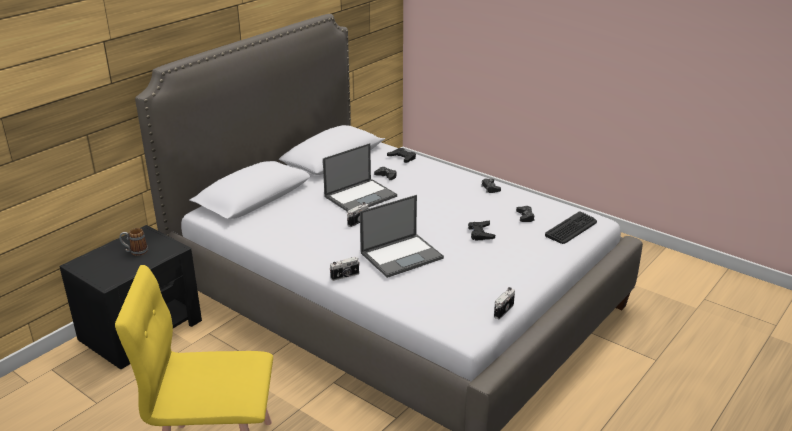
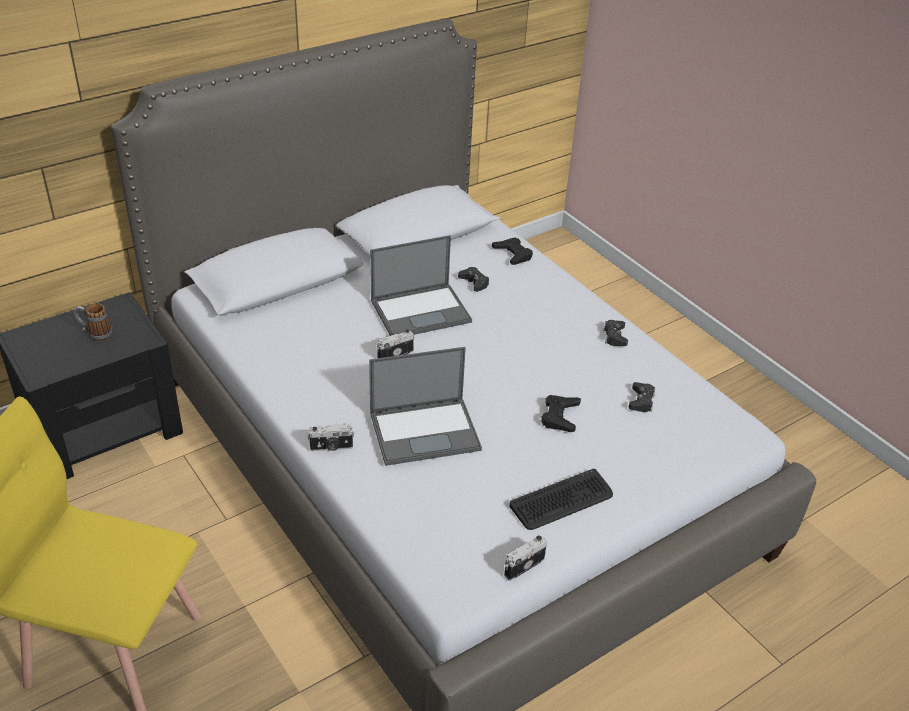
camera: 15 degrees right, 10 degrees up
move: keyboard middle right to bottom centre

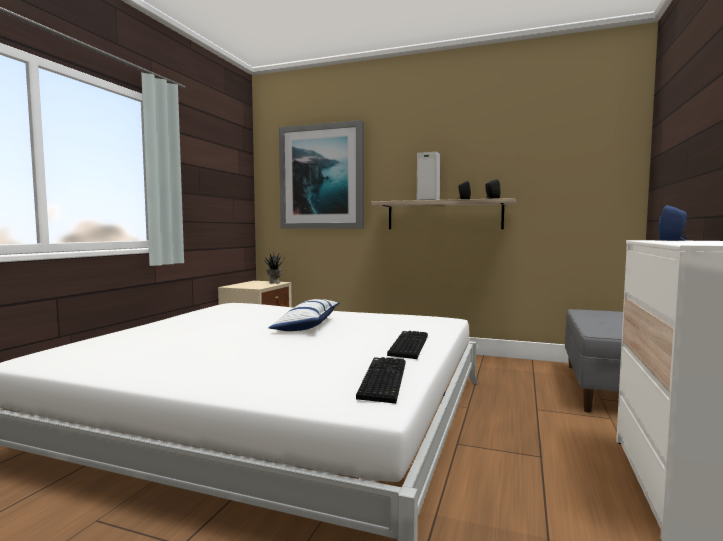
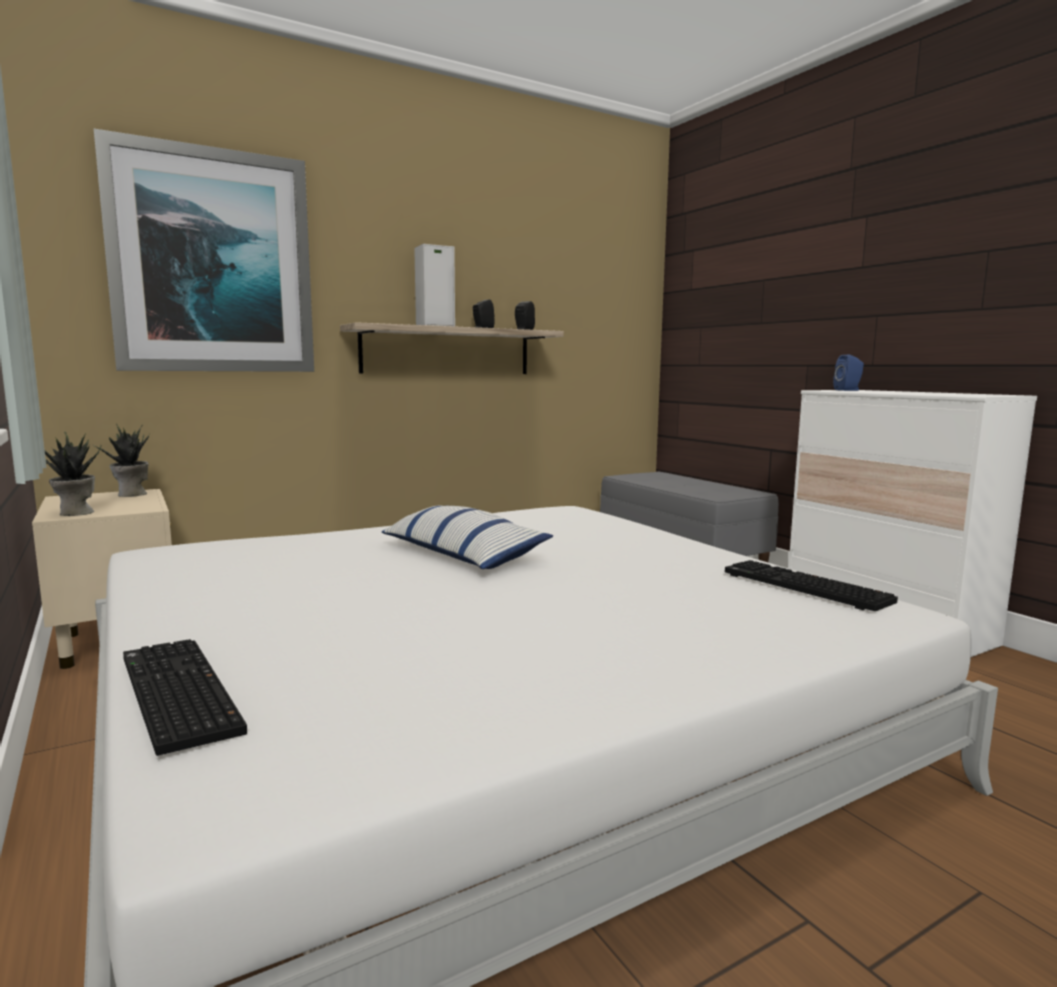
camera: 50 degrees left, 5 degrees up
insert: potted plant (1st from left) middle left
move: keyboard (2nd from left in the first image) centre to keyboard (1st from left) bottom left

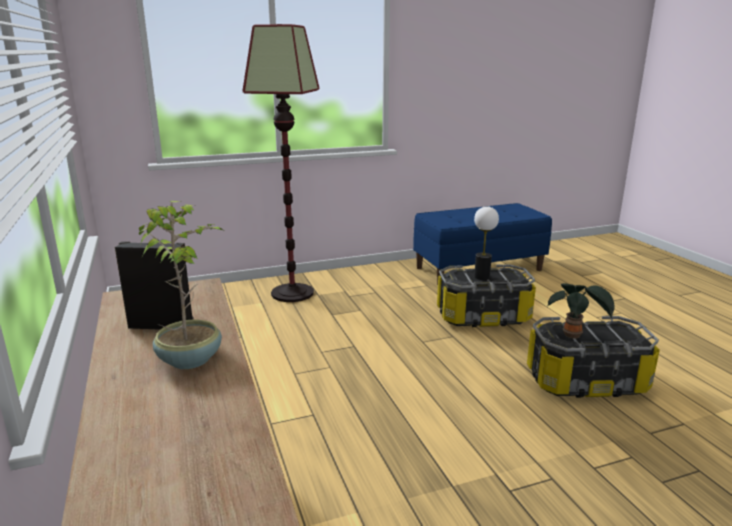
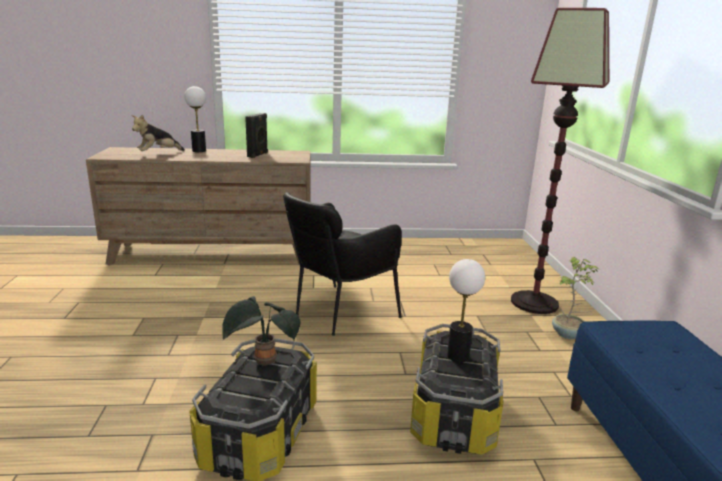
camera: 105 degrees right, 0 degrees up
insert: plush toy top left; table lamp (1st from left) top left; black armchair centre
move: potted plant (1st from left in the first image) middle left to potted plant (2nd from left) middle right

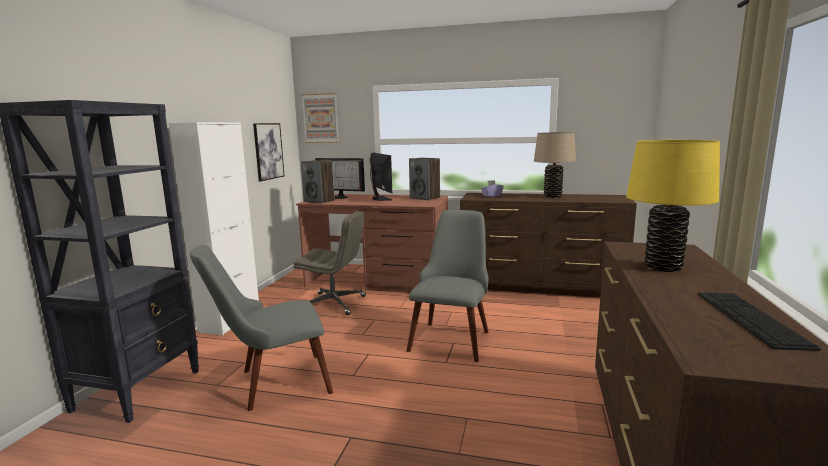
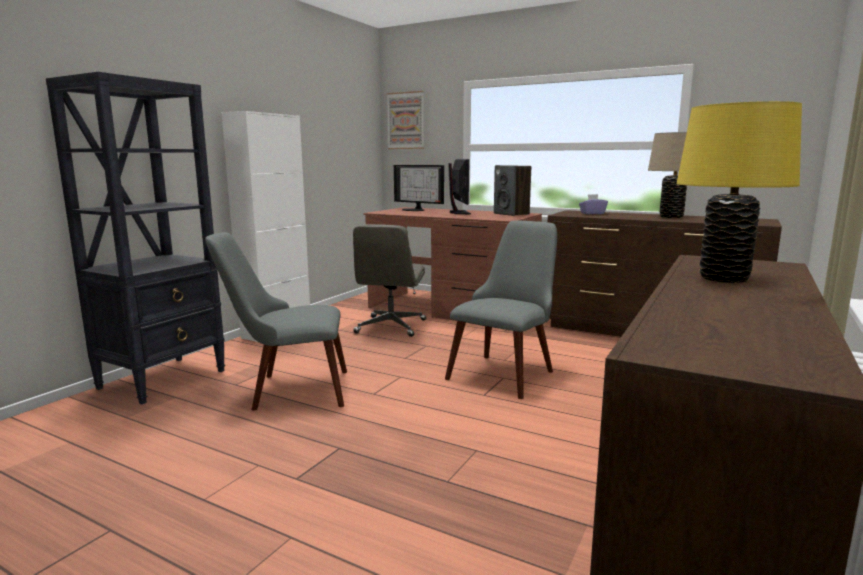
camera: 15 degrees right, 0 degrees up
delete: picture (1st from left) top left; speaker (1st from left) centre; keyboard bottom right
rotate: grey office chair centre = centre 75 degrees clockwise

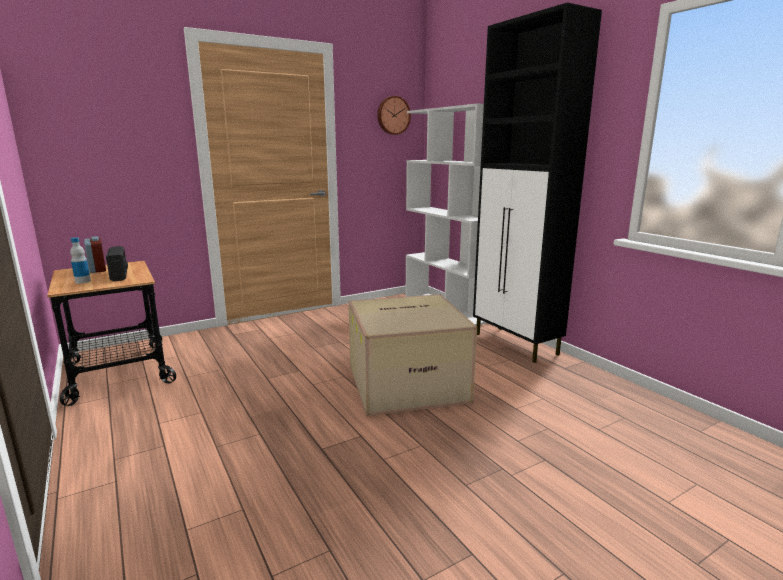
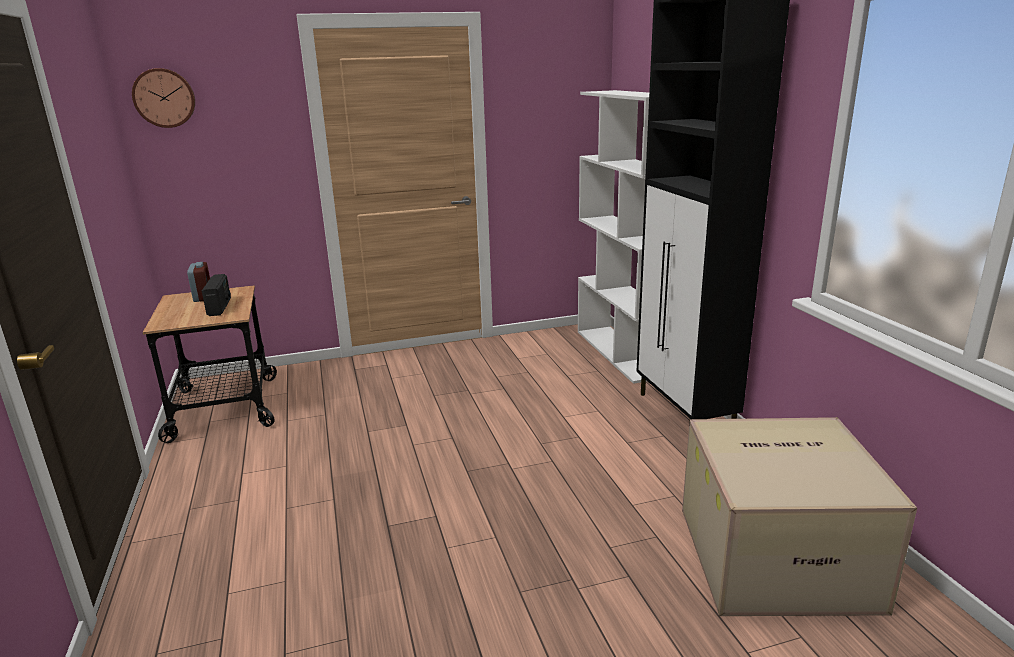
camera: 15 degrees right, 5 degrees up
delete: bottle middle left
move: cardboard box centre to bottom right; wall clock top centre to top left

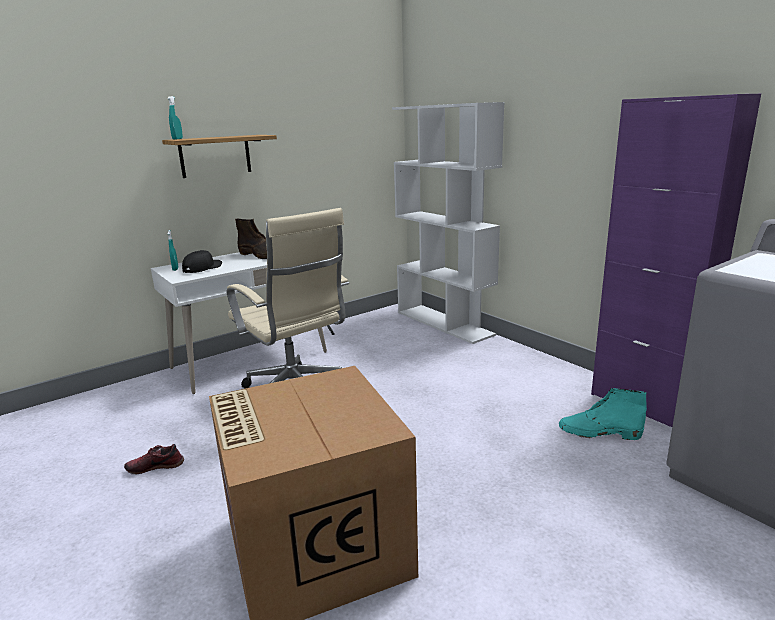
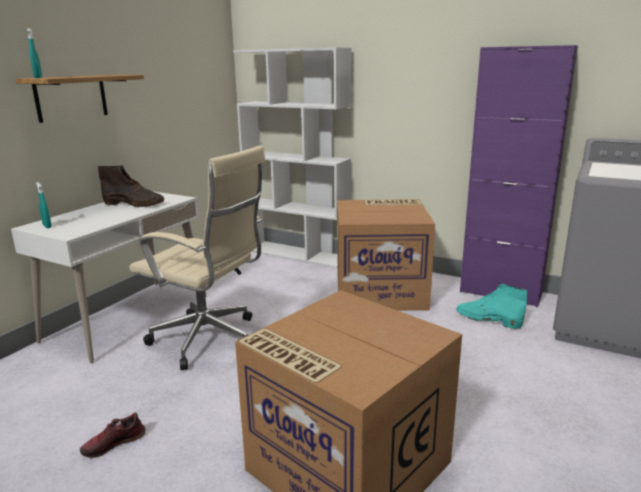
camera: 25 degrees left, 0 degrees up
delete: black cap middle left
insert: cardboard box (2nd from left) centre
rotate: turquoise boot bottom right = middle right 45 degrees clockwise

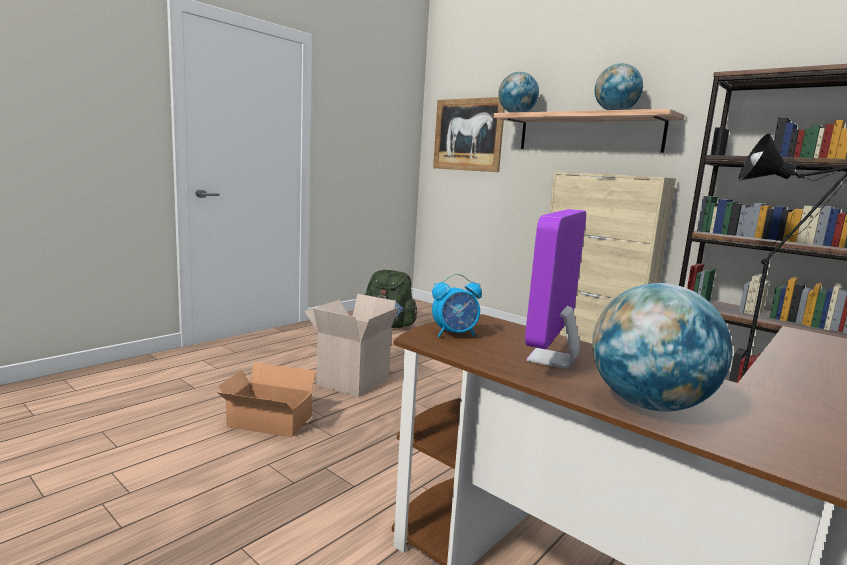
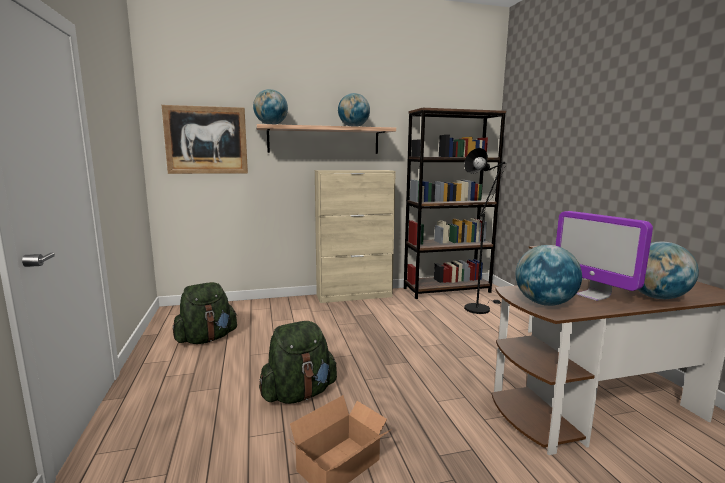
camera: 55 degrees left, 0 degrees up
replace: cardboard box (2nd from left) centre to green backpack (2nd from left) bottom centre; alarm clock centre to globe (3rd from left) middle right

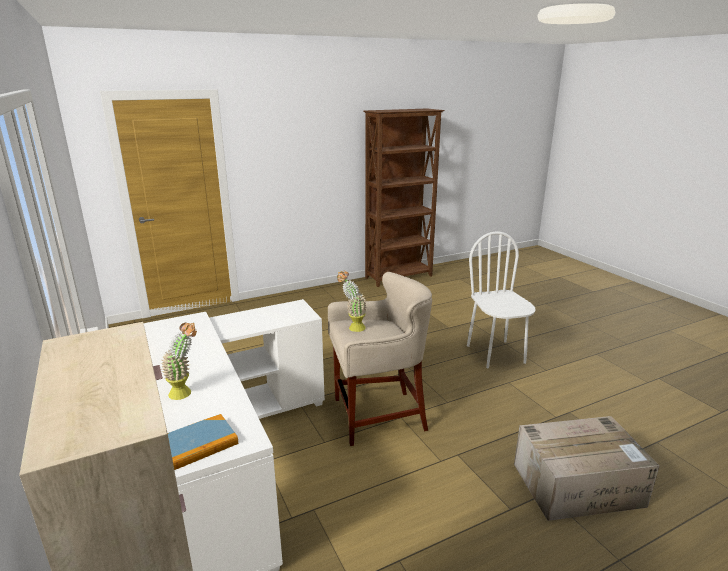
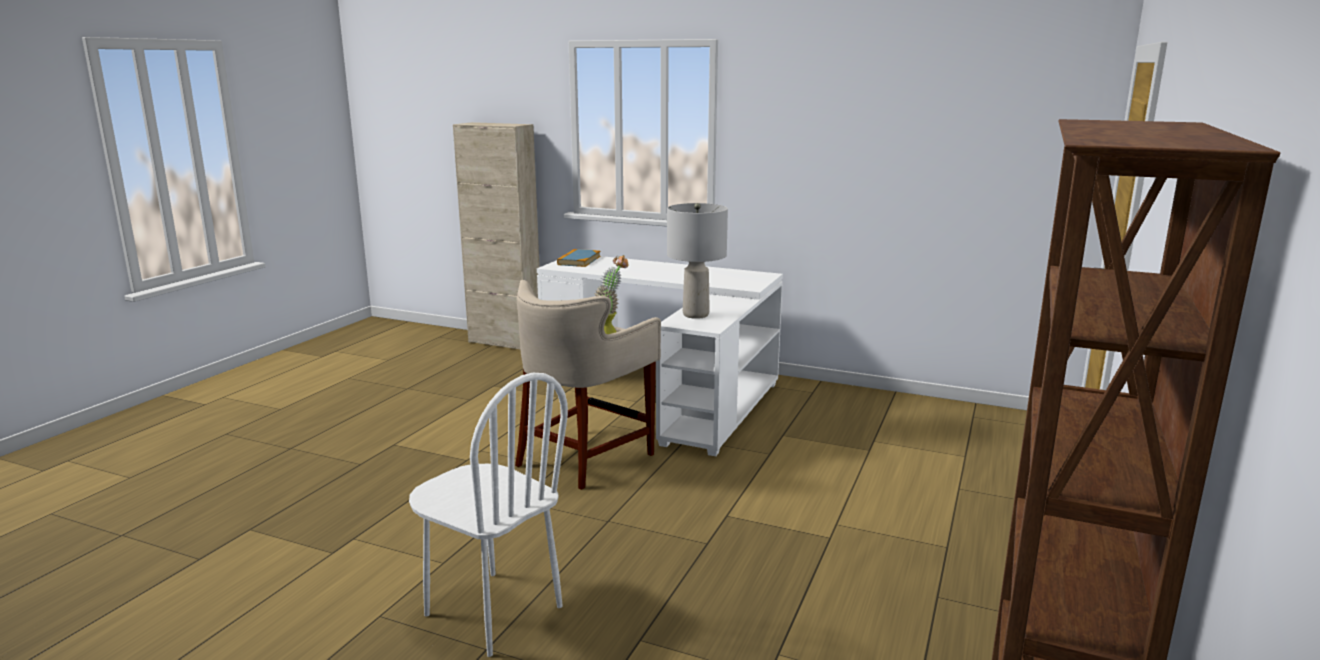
camera: 140 degrees right, 5 degrees down
delete: potted plant (1st from left) middle left; cardboard box bottom right
insert: grey table lamp centre

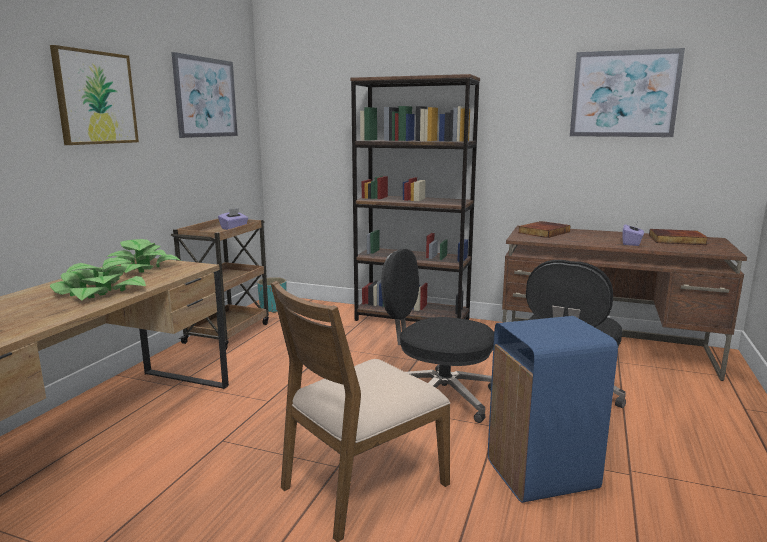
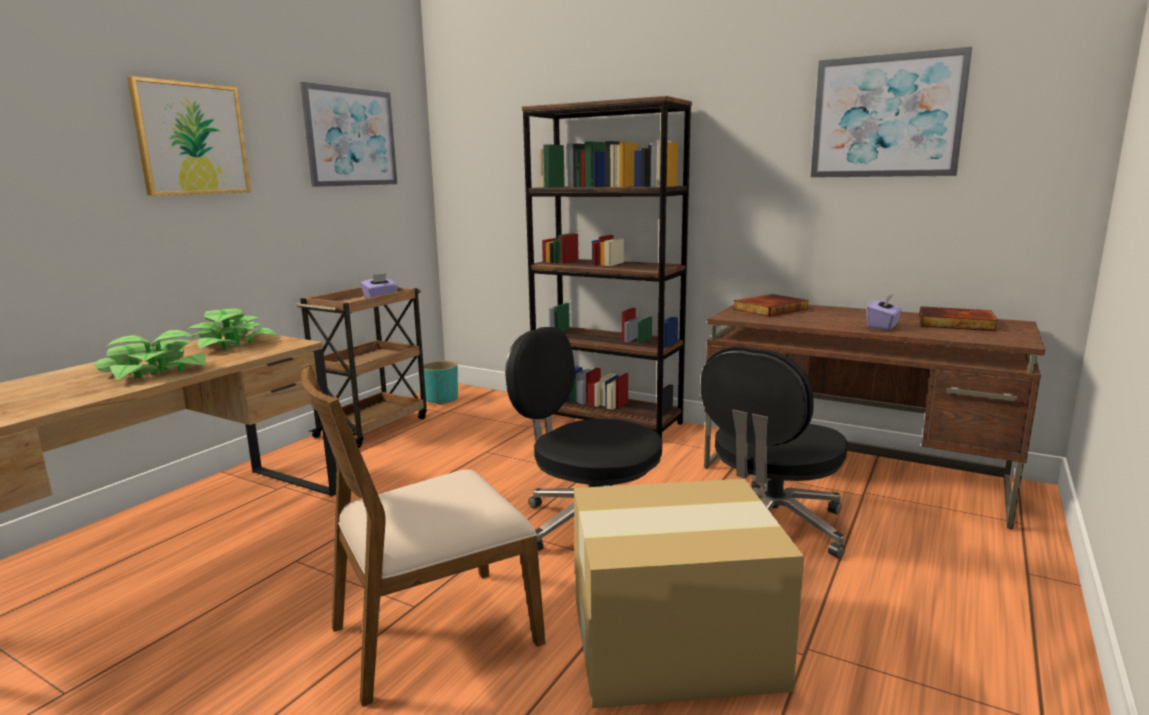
camera: 10 degrees right, 0 degrees up
replace: blue trash can bottom right to cardboard box bottom centre

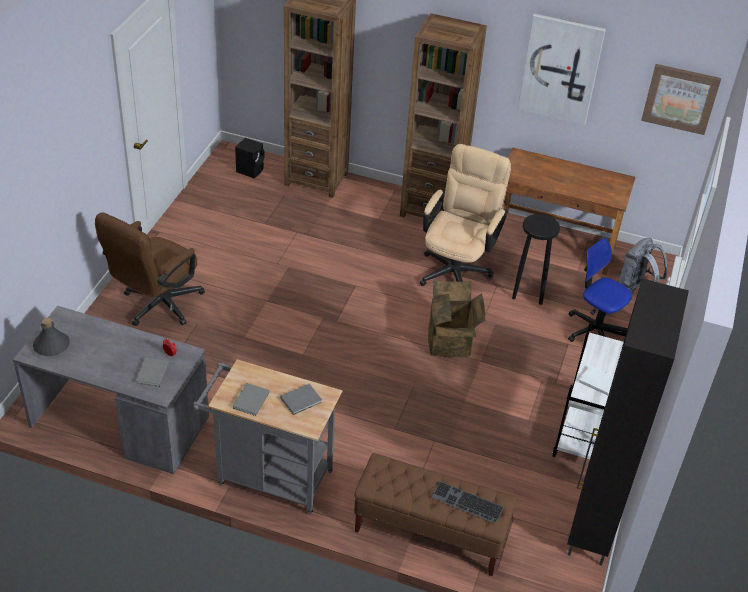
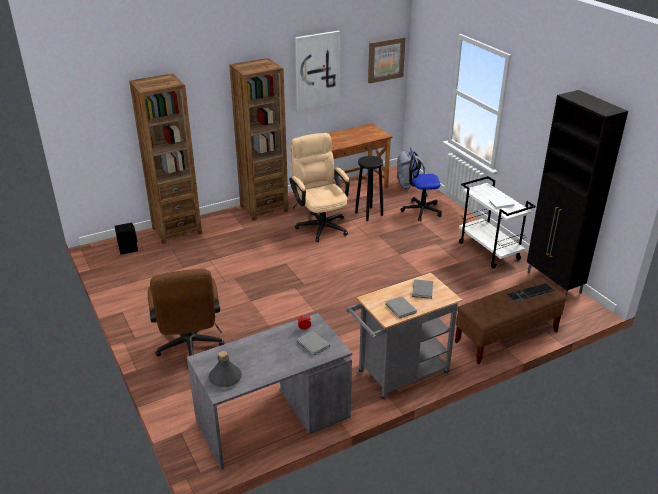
camera: 45 degrees left, 10 degrees down
delete: cardboard box centre

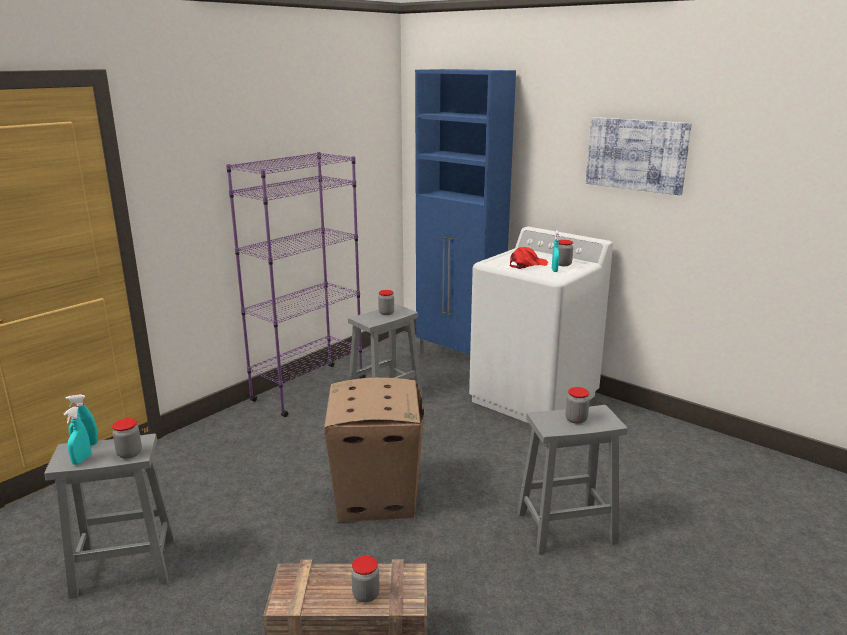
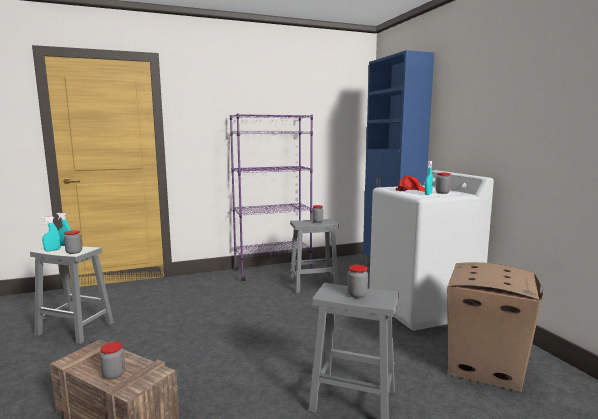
camera: 30 degrees right, 10 degrees down
delete: picture top right
move: cardboard box bottom centre to bottom right

